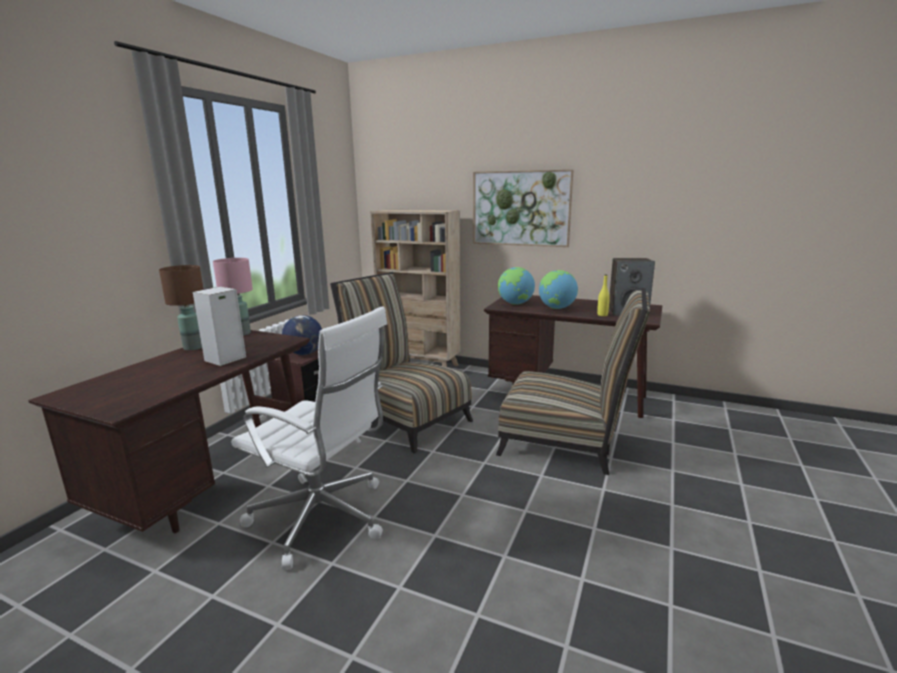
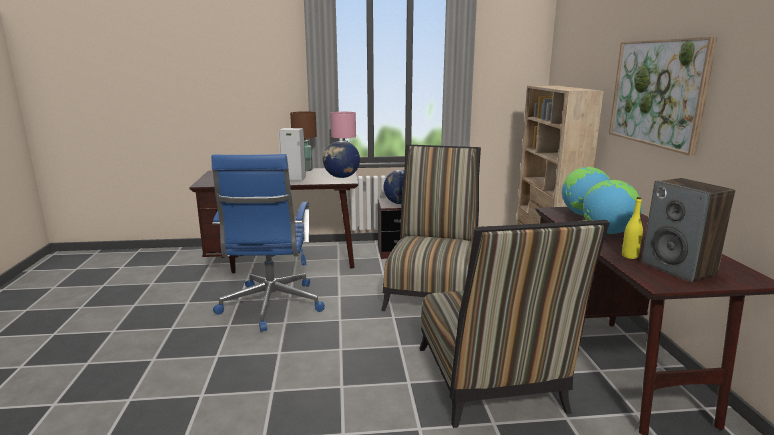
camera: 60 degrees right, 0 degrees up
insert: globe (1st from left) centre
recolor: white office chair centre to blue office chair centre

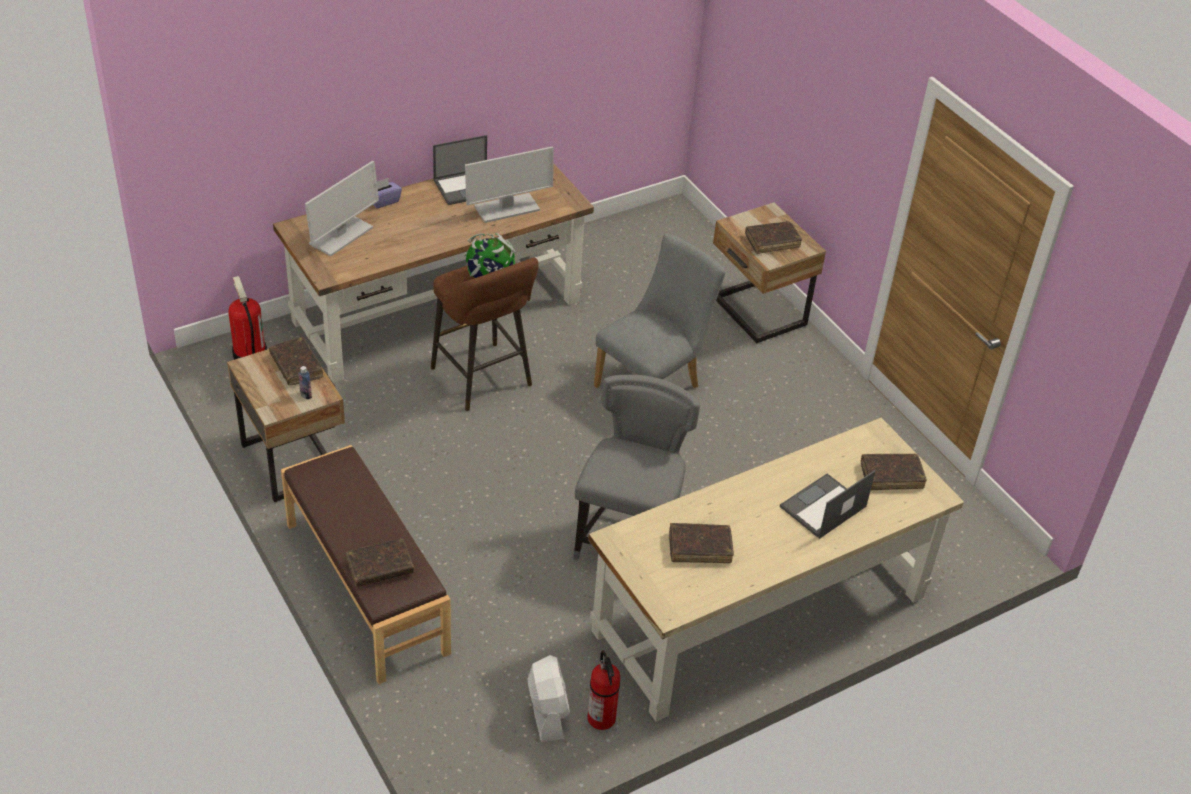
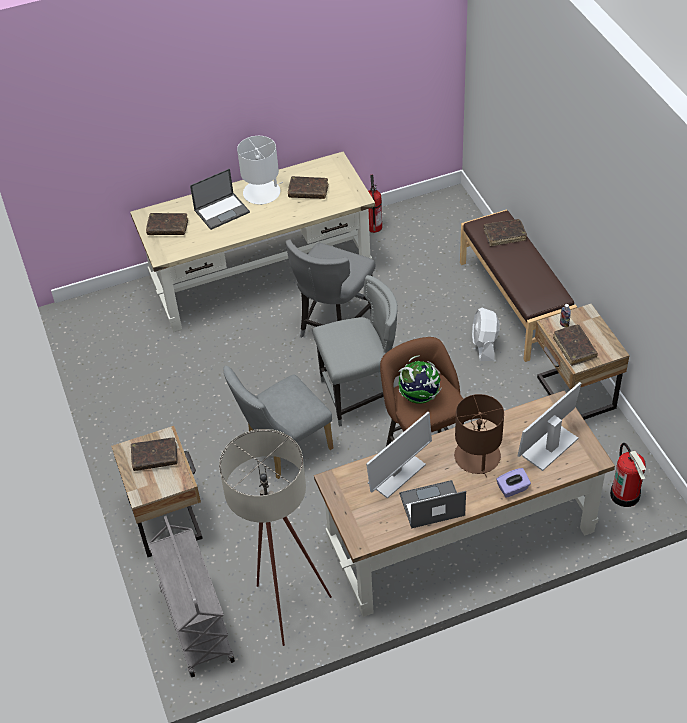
camera: 165 degrees left, 5 degrees up
insert: grey cart bottom left; beige floor lamp bottom centre; white table lamp top centre; grey chair (3rd from left) centre; brown table lamp middle right
move: white fan bottom centre to middle right
rotate: monitor (2nd from left in the first image) top centre = centre 150 degrees clockwise

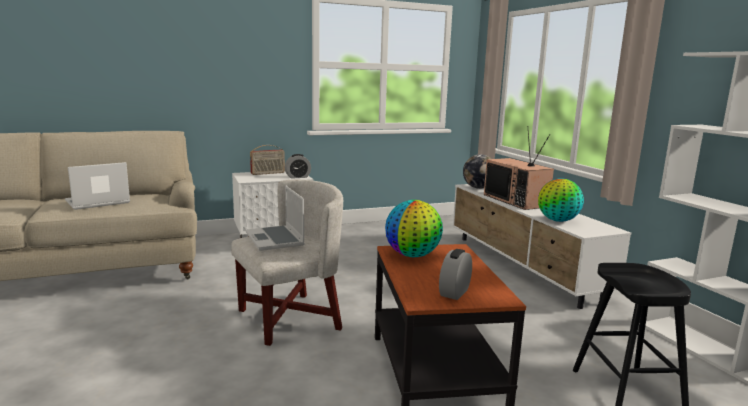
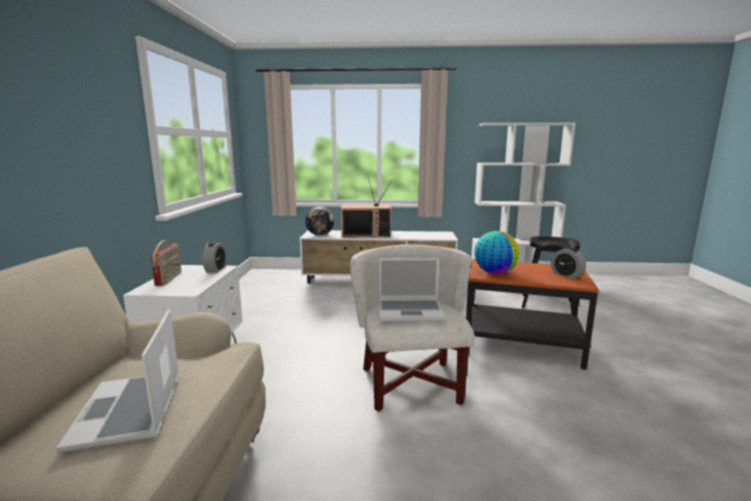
camera: 65 degrees left, 0 degrees up
delete: globe (3rd from left) middle right

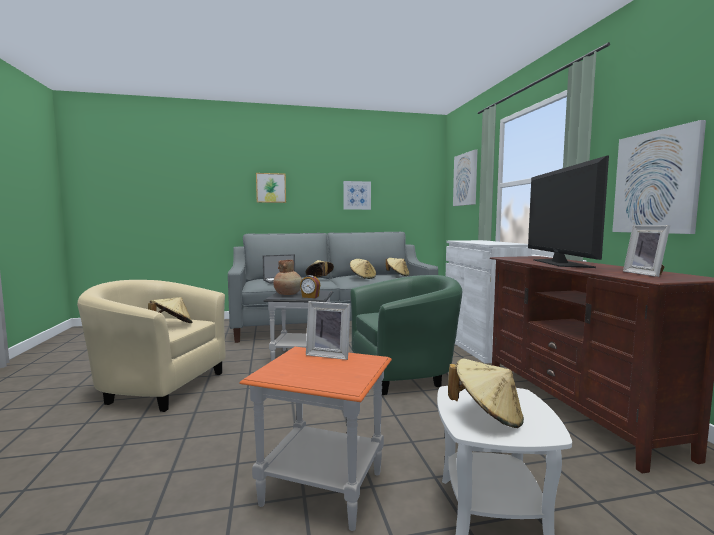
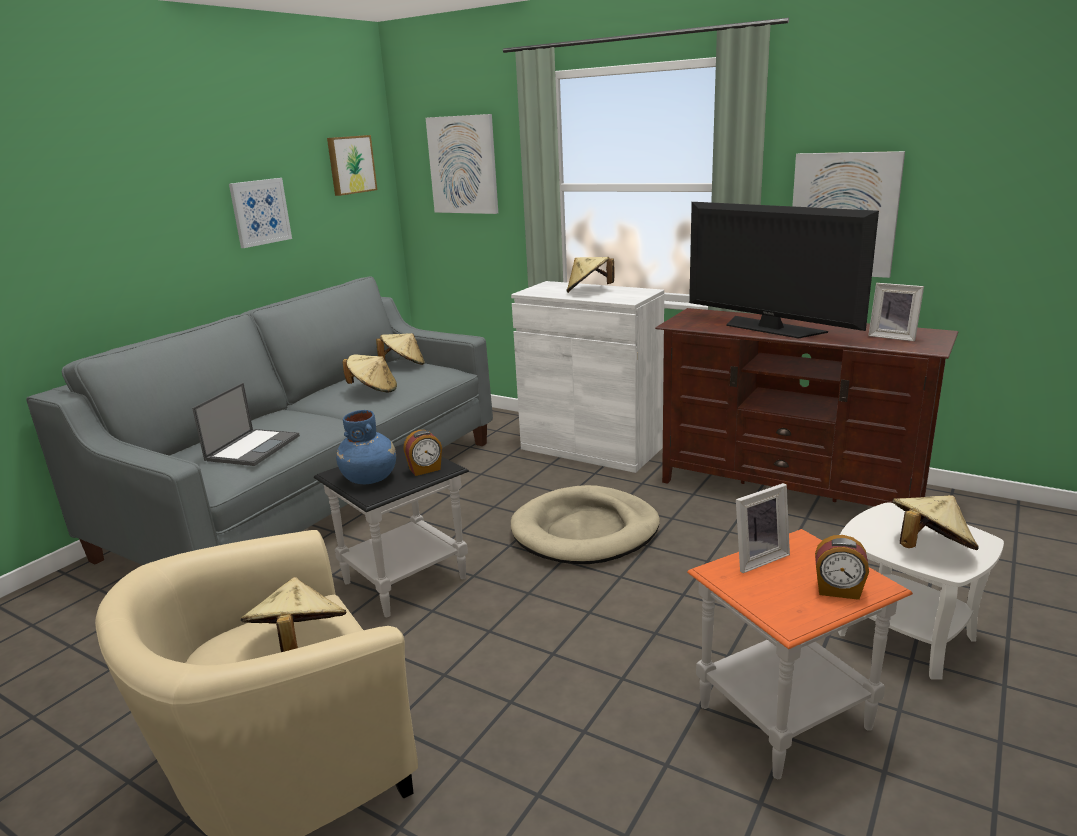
camera: 45 degrees left, 15 degrees up
insert: alarm clock (2nd from left) bottom right
move: picture (1st from left in the first image) centre to picture (2nd from left) top left; beige hat (2nd from left in the first image) centre to beige hat (4th from left) top centre
replace: green armchair centre to beige dog bed centre
recolor: brown vase centre to blue vase centre

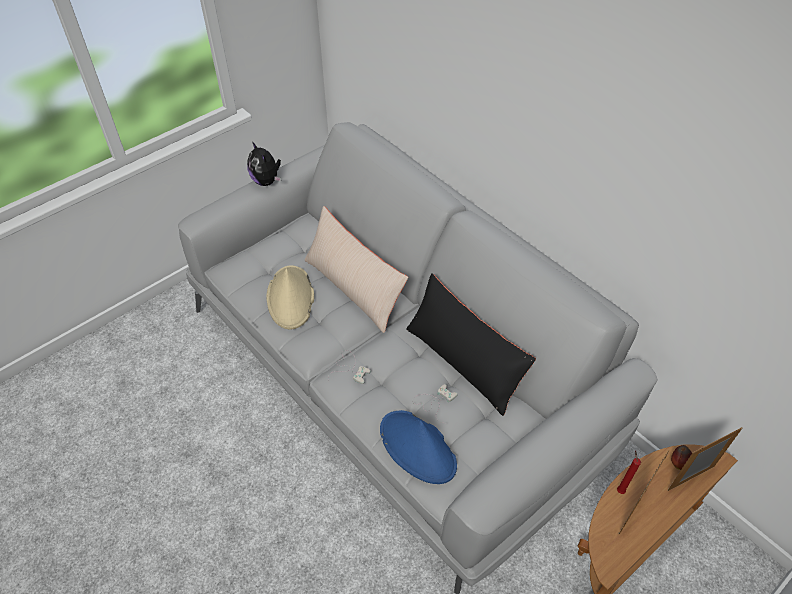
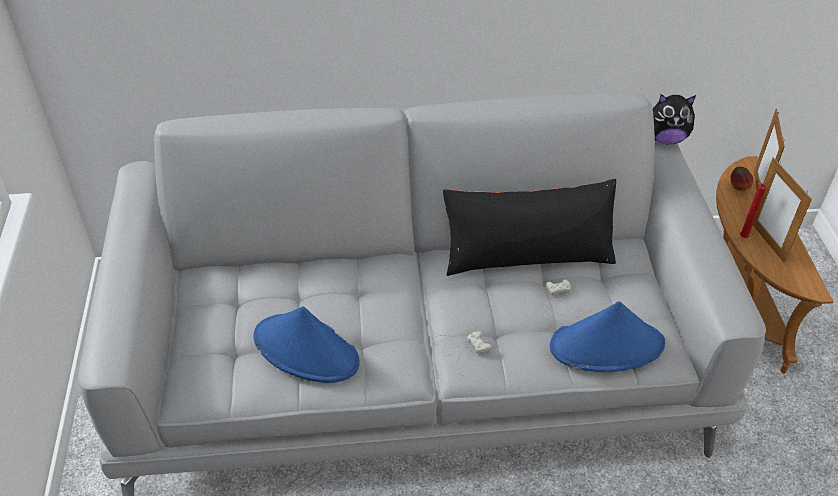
camera: 55 degrees left, 5 degrees down
delete: beige pillow centre
move: plush toy top centre to top right
recolor: beige hat centre to blue hat (1st from left) bottom centre

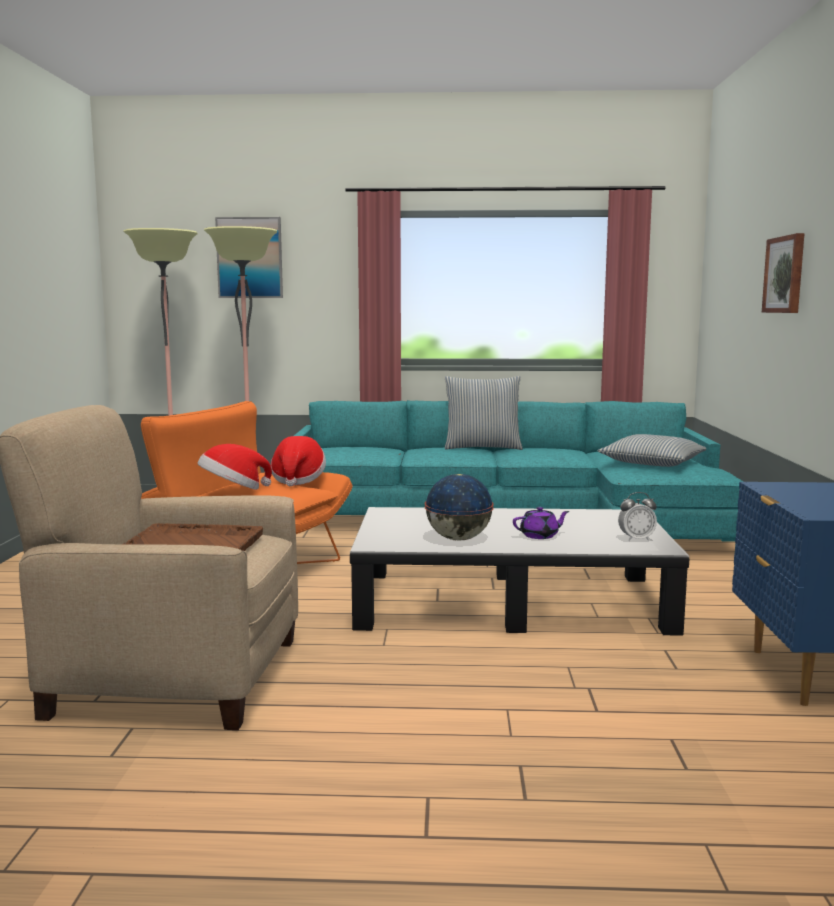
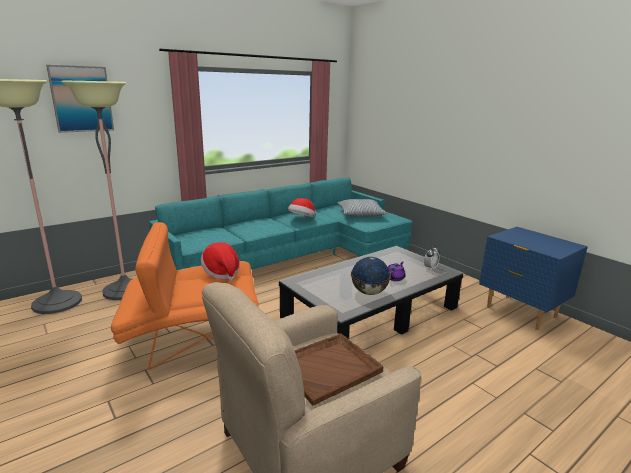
camera: 40 degrees left, 10 degrees up
delete: pillow (1st from left) centre; picture (2nd from left) top right
move: hat (1st from left in the first image) middle left to hat (2nd from left) centre

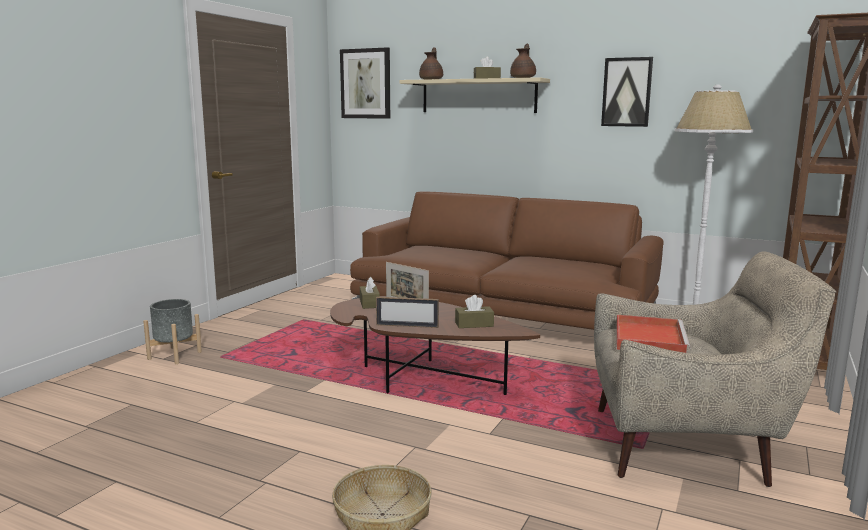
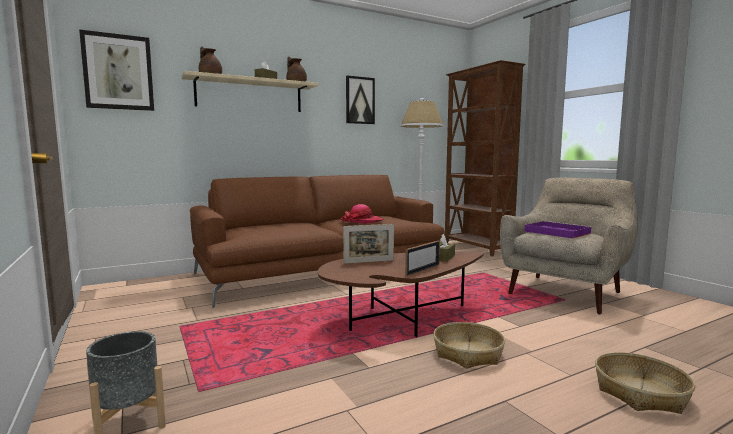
camera: 55 degrees left, 5 degrees down
delete: brown tissue box (1st from left) centre
insert: hat centre; basket (1st from left) bottom centre
recolor: red tray middle right to purple tray middle right

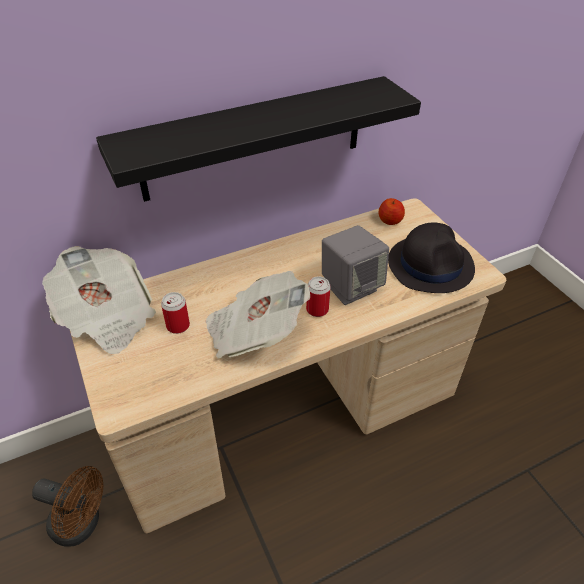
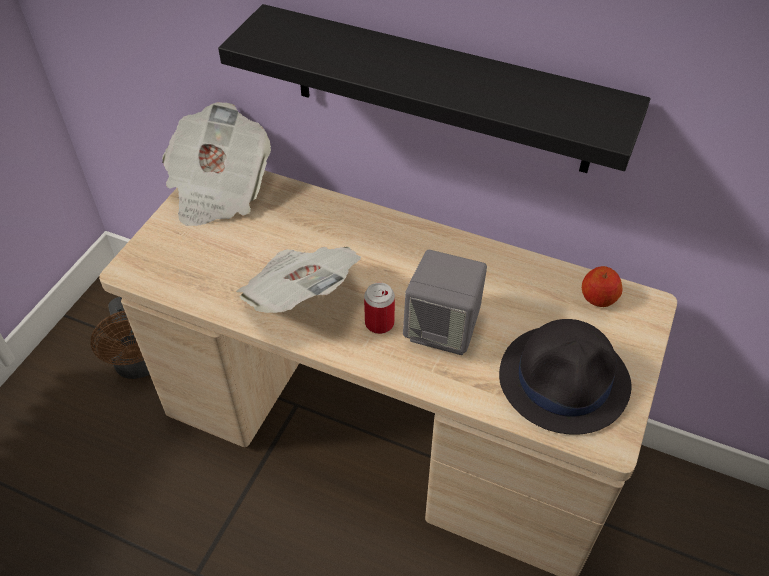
camera: 50 degrees right, 5 degrees up
delete: can (1st from left) middle left

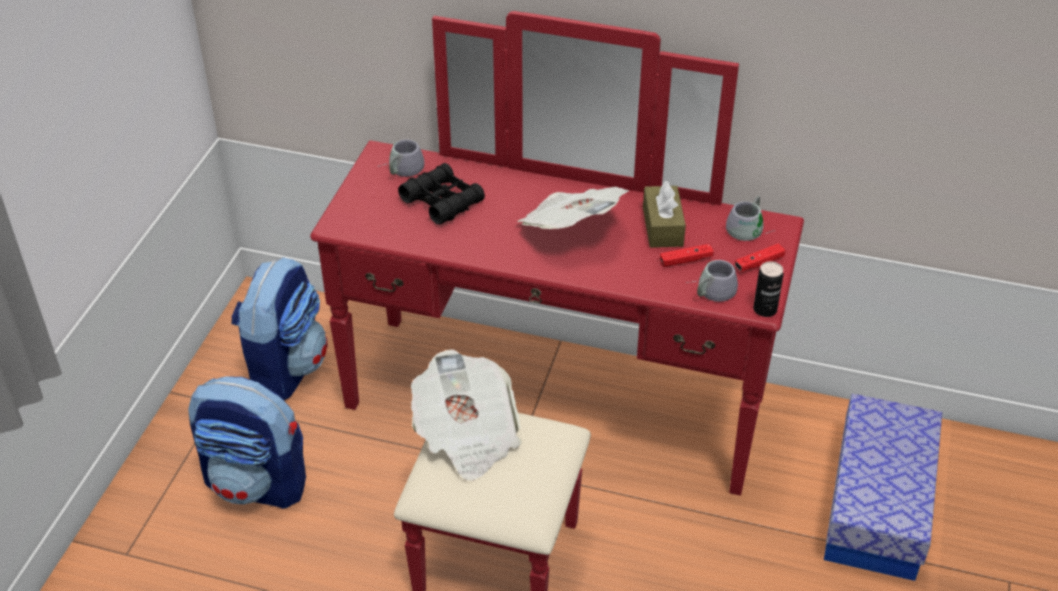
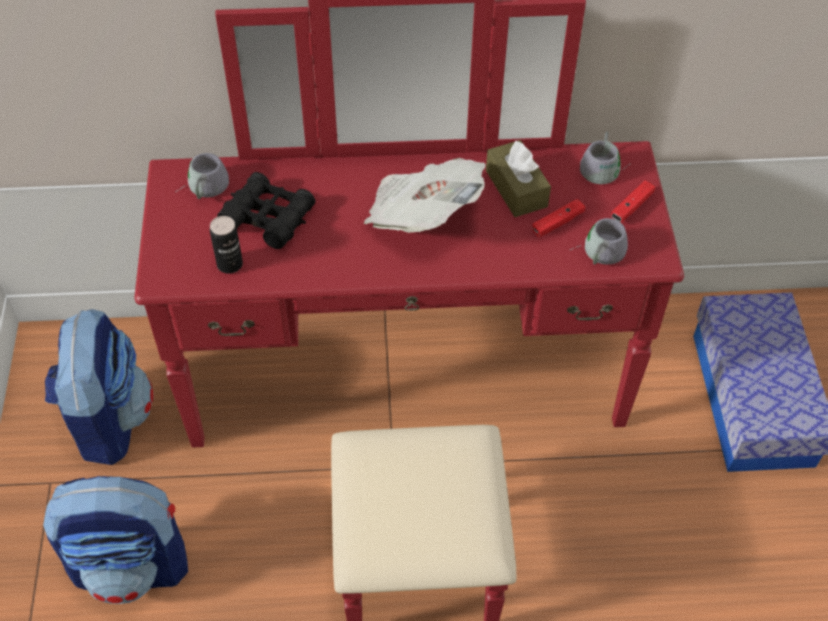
camera: 20 degrees left, 10 degrees up
delete: newspaper (1st from left) bottom centre
move: can middle right to middle left

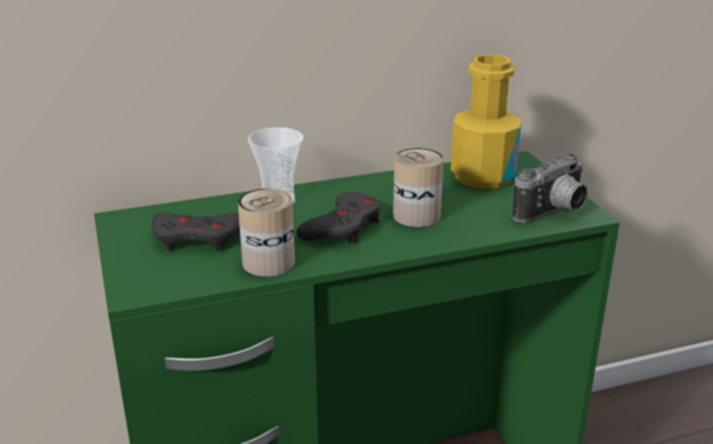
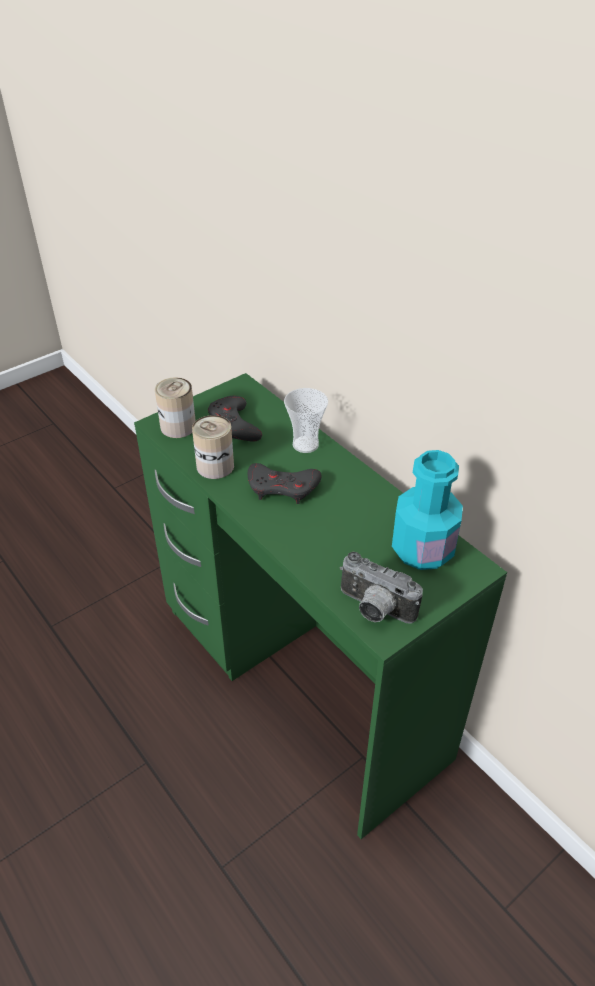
camera: 70 degrees right, 15 degrees up
move: can (2nd from left in the first image) centre to can (1st from left) middle left
recolor: yellow bottle top right to turquoise bottle middle right

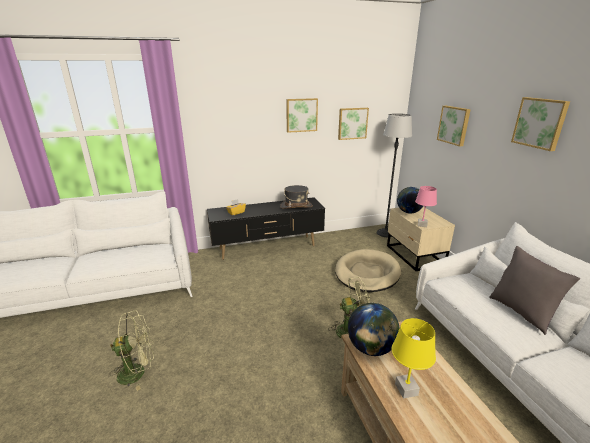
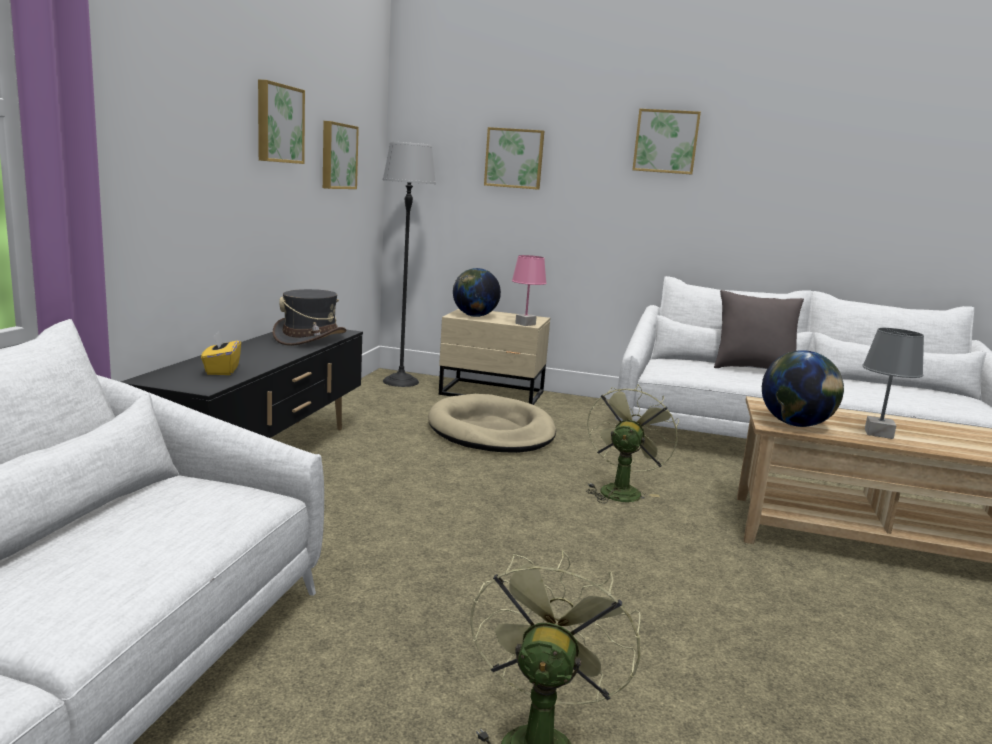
camera: 60 degrees left, 10 degrees down
recolor: yellow table lamp bottom right to grey table lamp middle right

